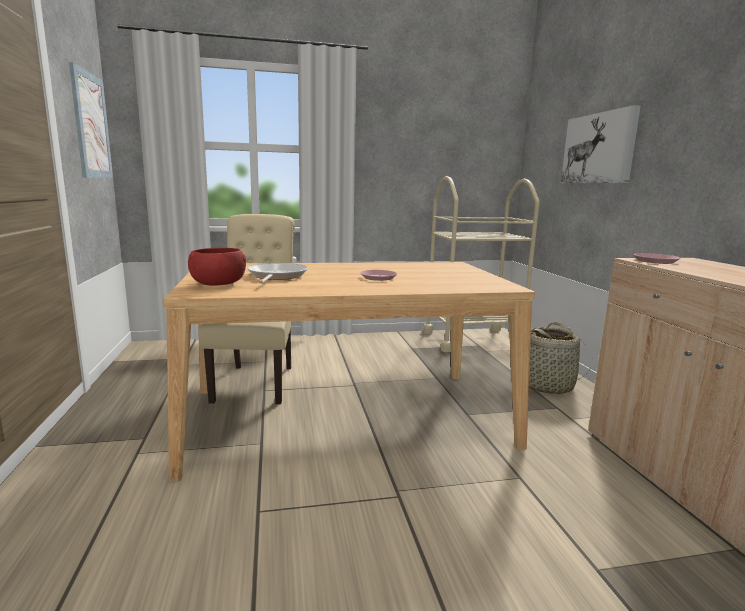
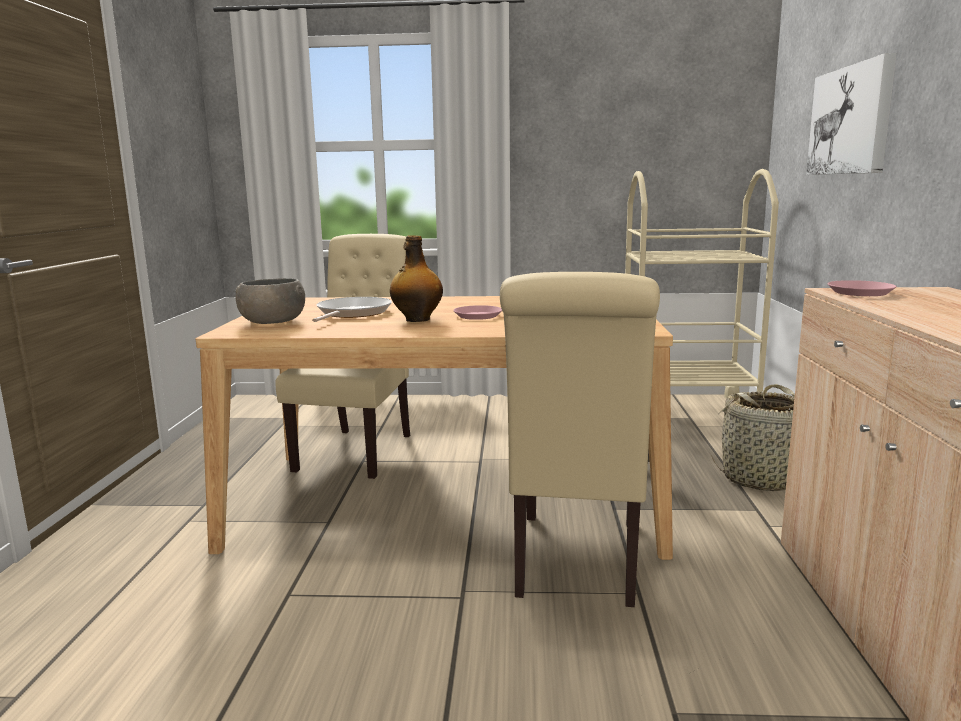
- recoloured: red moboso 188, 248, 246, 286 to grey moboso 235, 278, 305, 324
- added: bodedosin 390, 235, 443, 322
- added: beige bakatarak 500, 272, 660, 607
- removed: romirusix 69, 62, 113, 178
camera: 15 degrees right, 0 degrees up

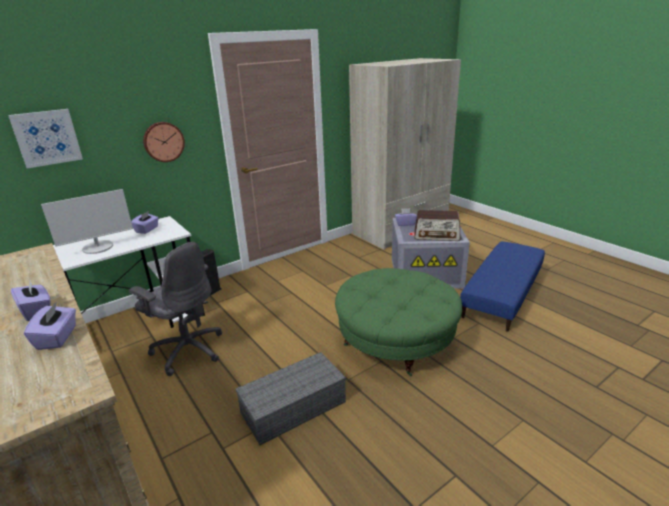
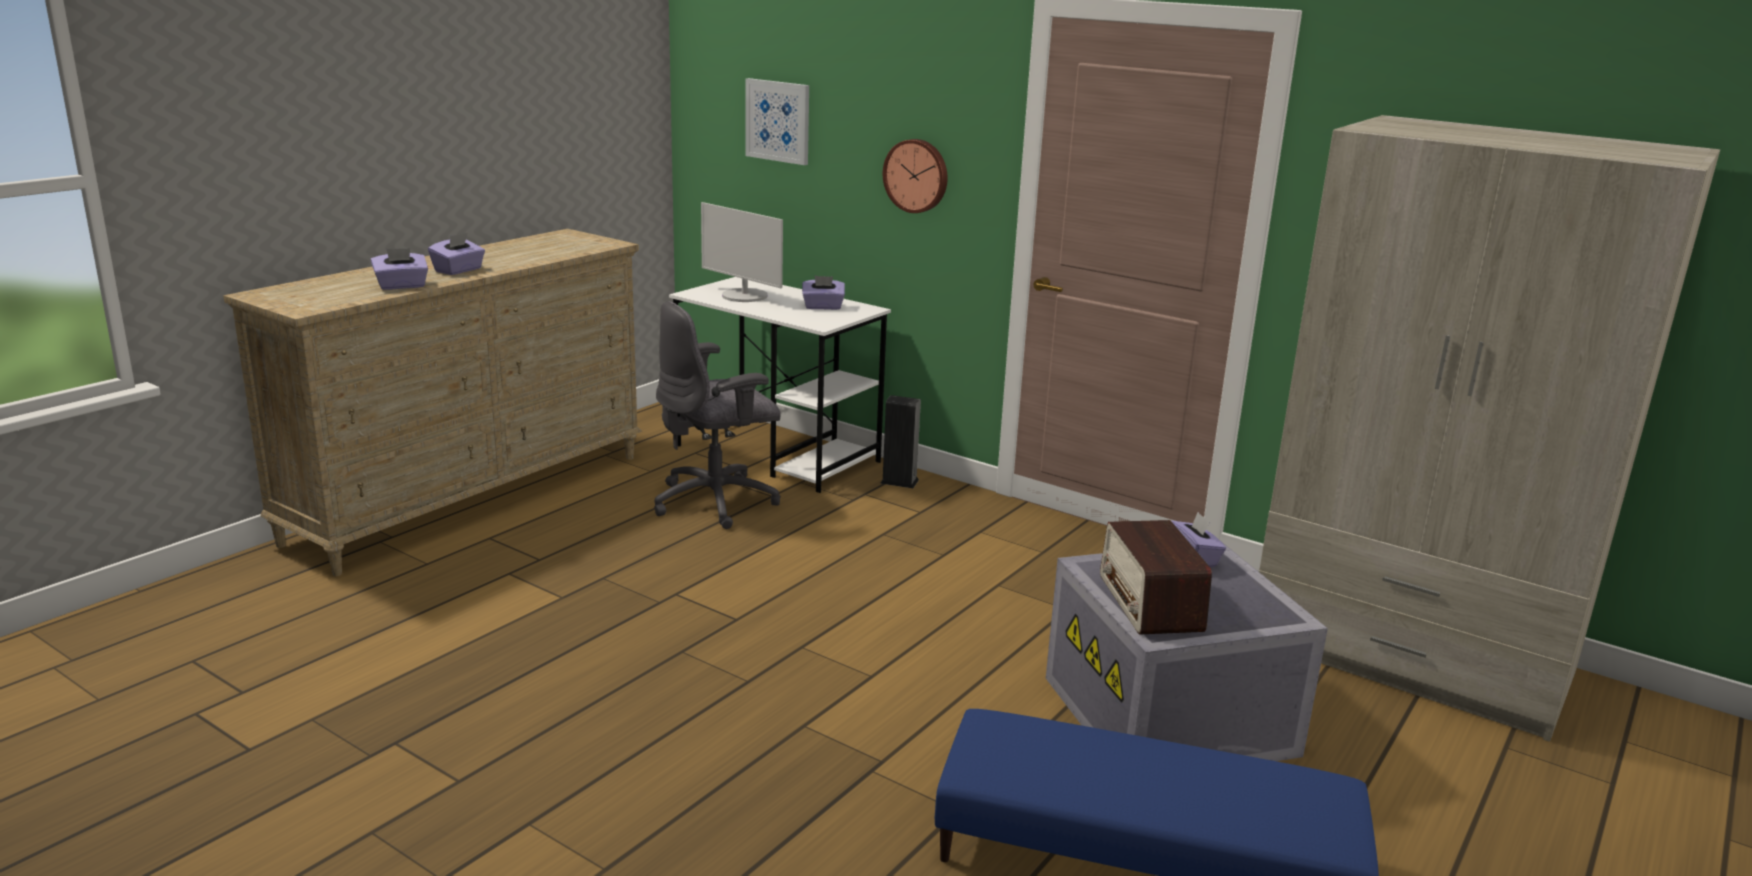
- turned: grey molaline 129, 242, 222, 376 = 654, 301, 781, 529 45 degrees clockwise
- removed: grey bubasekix 236, 352, 346, 445
- removed: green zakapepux 335, 268, 462, 376
camera: 70 degrees right, 5 degrees down

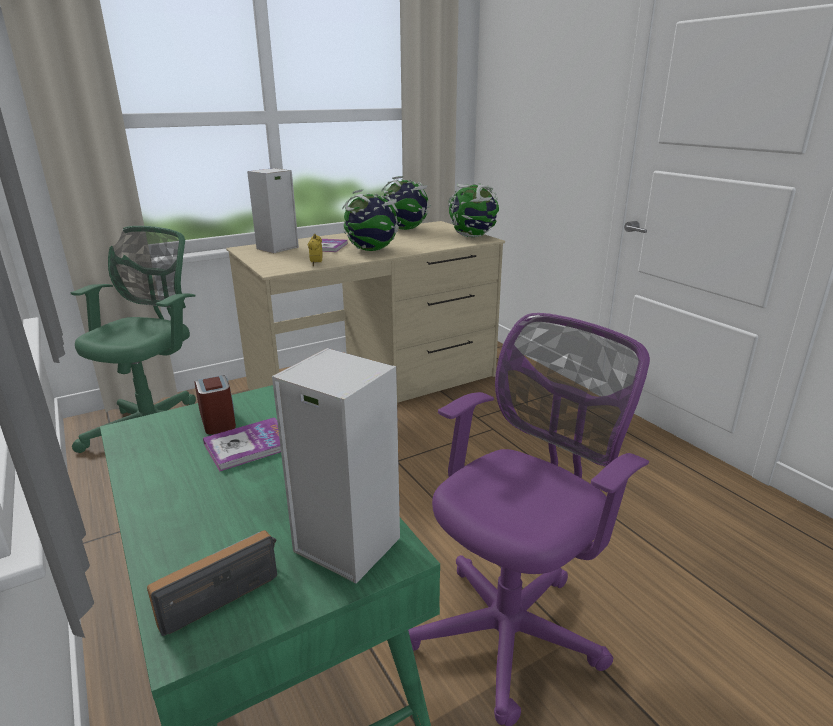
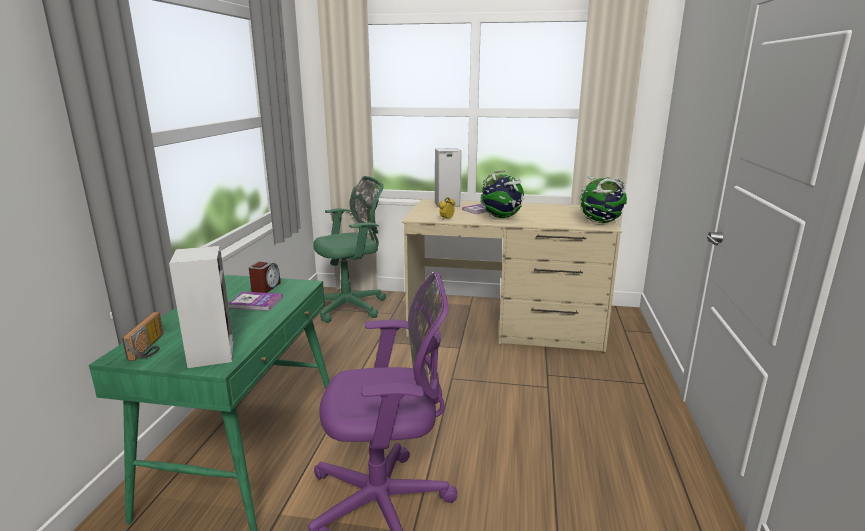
- turned: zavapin 147, 530, 277, 636 = 122, 312, 164, 361 90 degrees clockwise
- removed: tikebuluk 381, 176, 431, 230
camera: 40 degrees right, 5 degrees down

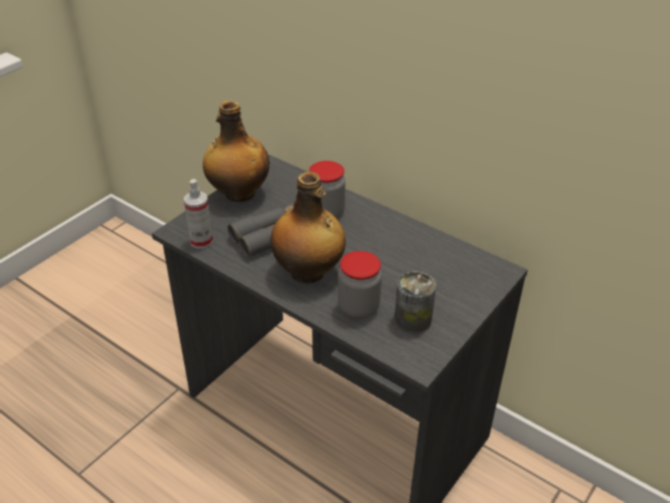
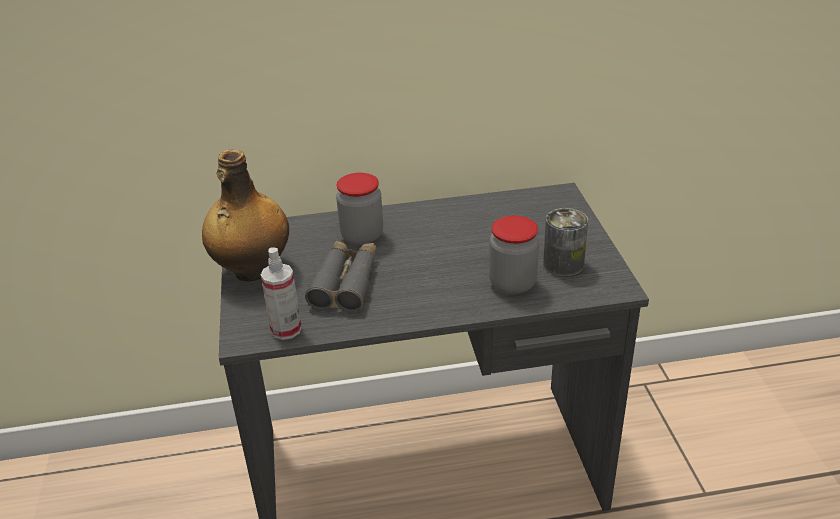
- removed: bodedosin 270, 172, 346, 284
camera: 45 degrees left, 5 degrees down

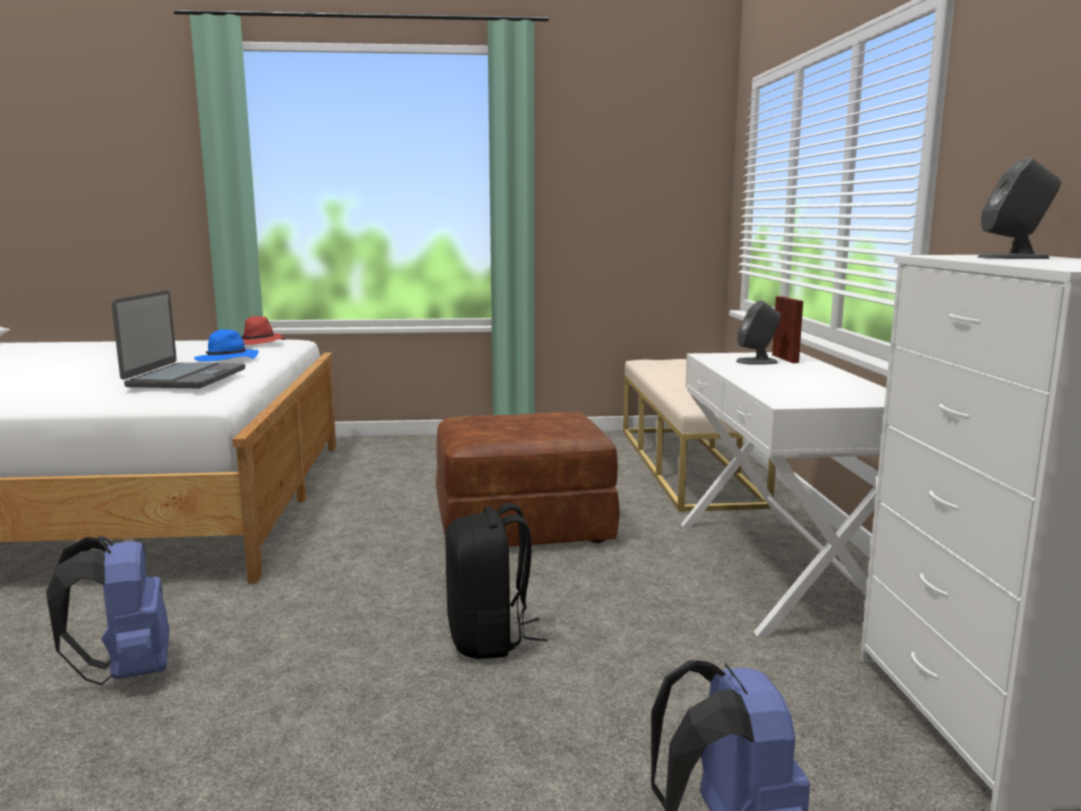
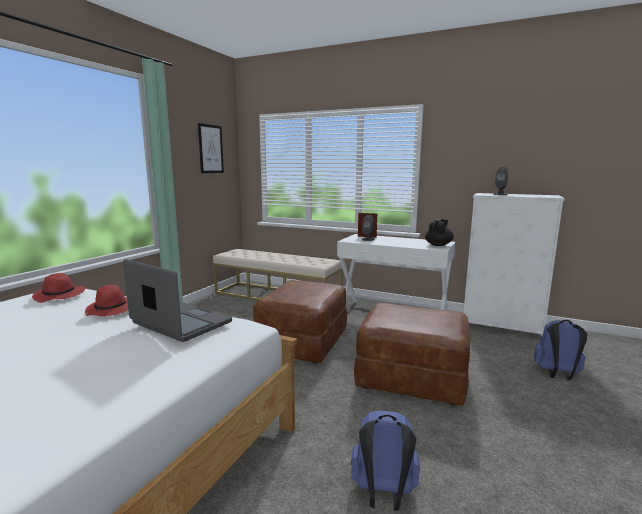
- recoloured: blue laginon 194, 329, 259, 362 to red laginon 85, 285, 128, 316
- added: romirusix 198, 123, 224, 173
- replaced: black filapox 445, 503, 547, 659 to brown zakapepux 354, 303, 470, 406
- added: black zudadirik 425, 219, 454, 246
camera: 60 degrees left, 0 degrees up

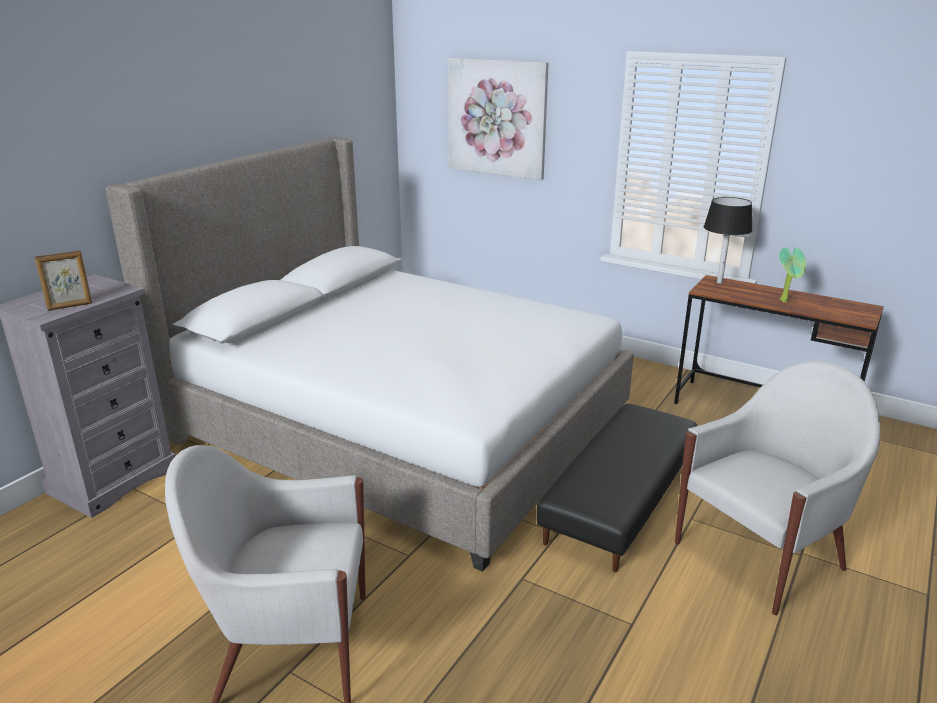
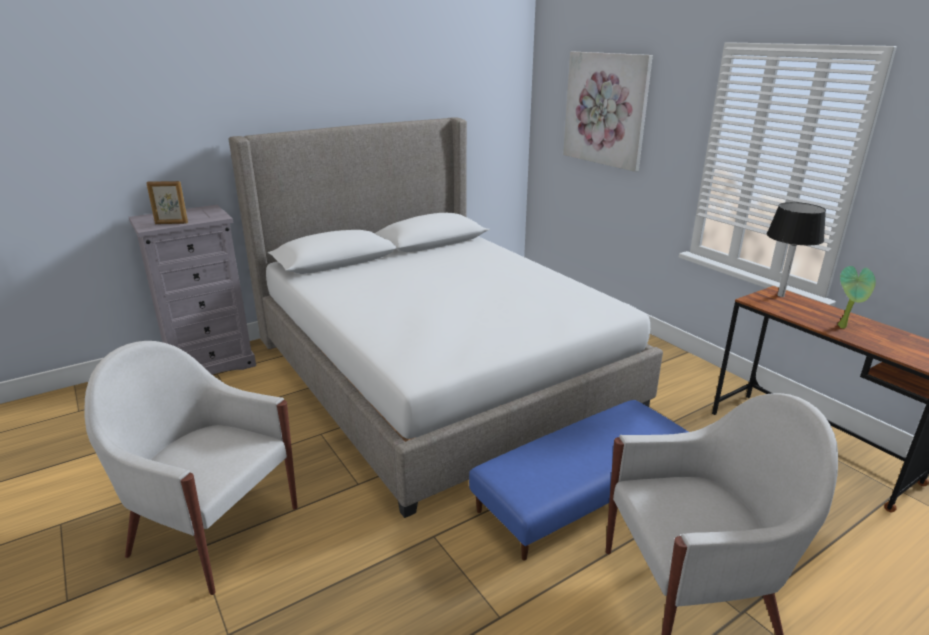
- recoloured: black zakapepux 537, 404, 698, 572 to blue zakapepux 469, 400, 688, 561
camera: 25 degrees right, 0 degrees up

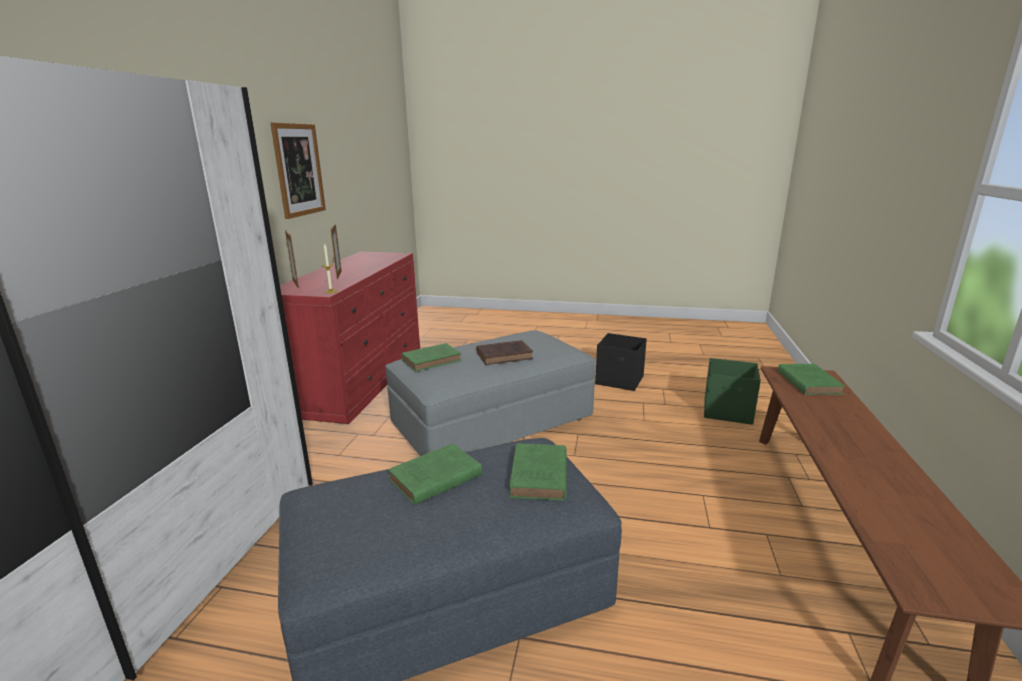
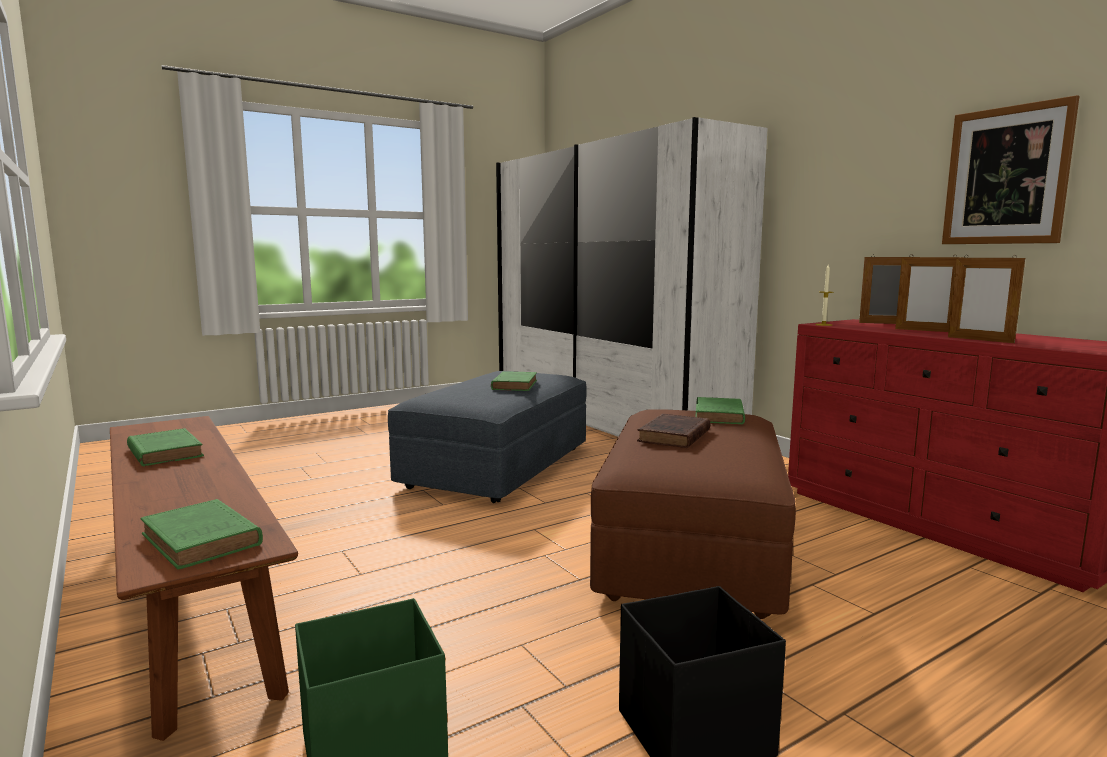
- moved: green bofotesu 509, 444, 567, 501 to 127, 428, 204, 466
- recoloured: grey zakapepux 386, 330, 596, 456 to brown zakapepux 590, 409, 796, 619
- added: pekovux 948, 255, 1025, 343
camera: 135 degrees right, 10 degrees down

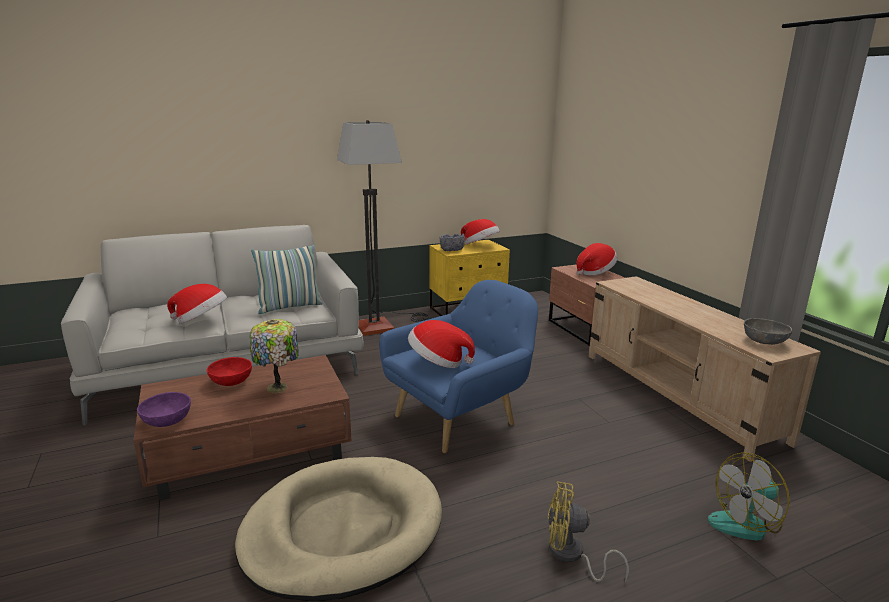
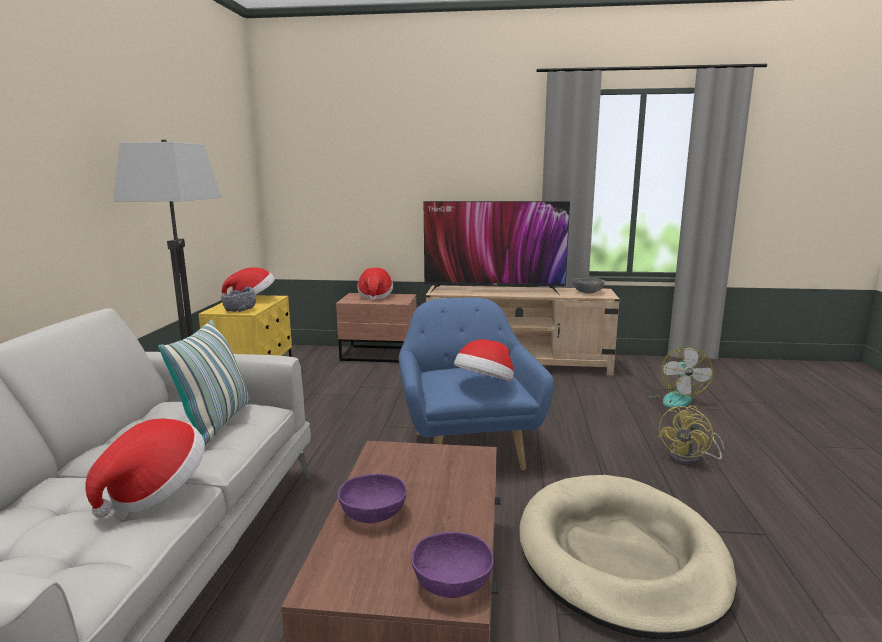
- recoloured: red moboso 207, 357, 252, 386 to purple moboso 338, 474, 407, 523
- added: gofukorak 424, 201, 570, 295
- removed: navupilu 250, 319, 299, 393
camera: 60 degrees left, 5 degrees down

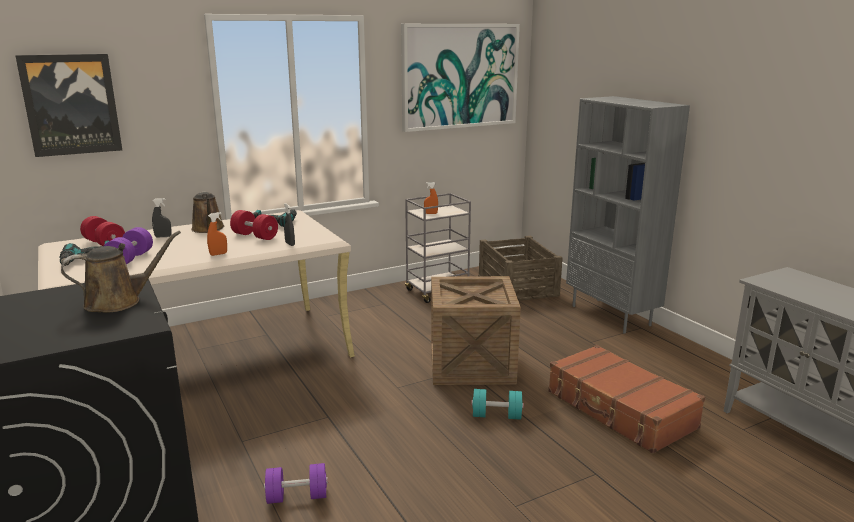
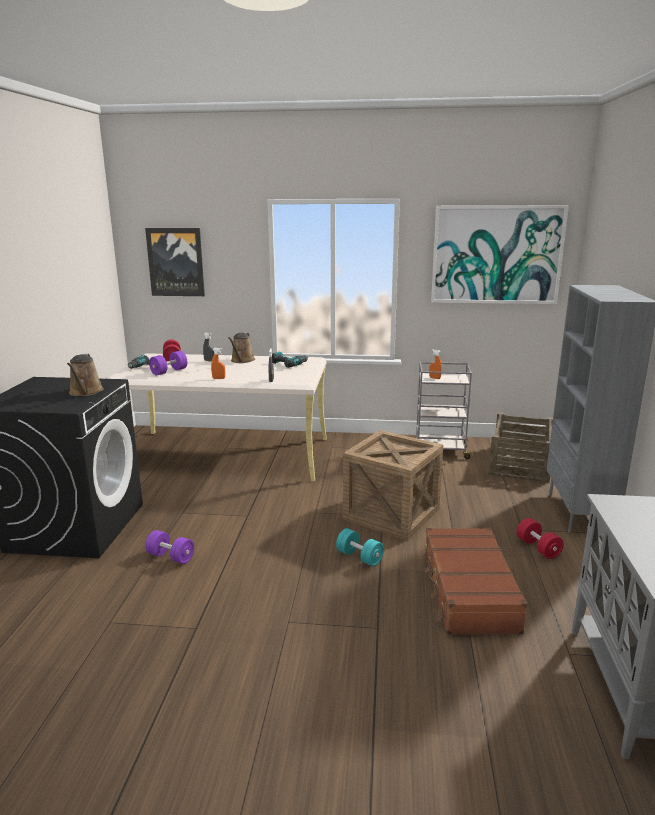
- turned: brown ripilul 61, 231, 181, 313 = 67, 354, 104, 396 75 degrees clockwise
- moved: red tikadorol 230, 210, 278, 240 to 517, 518, 564, 559
camera: 35 degrees right, 0 degrees up

